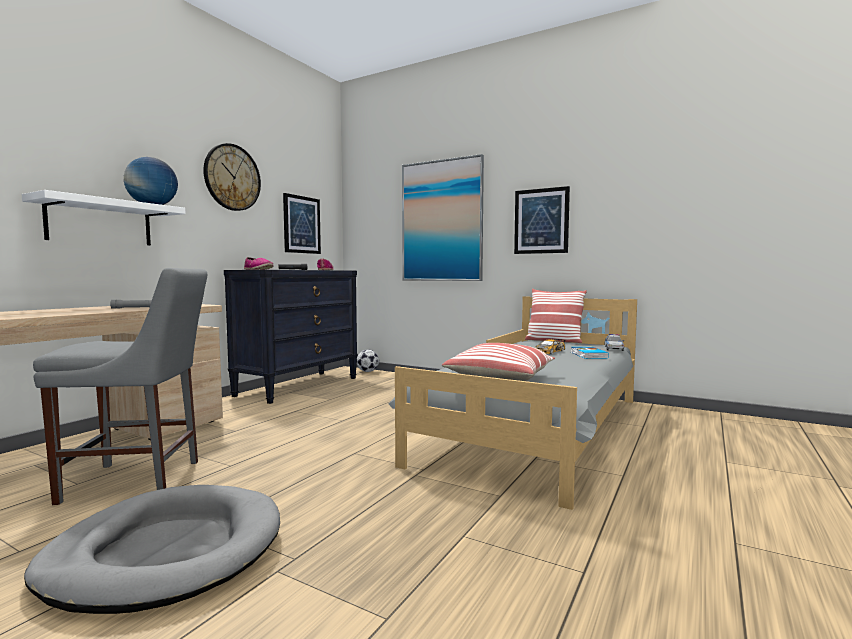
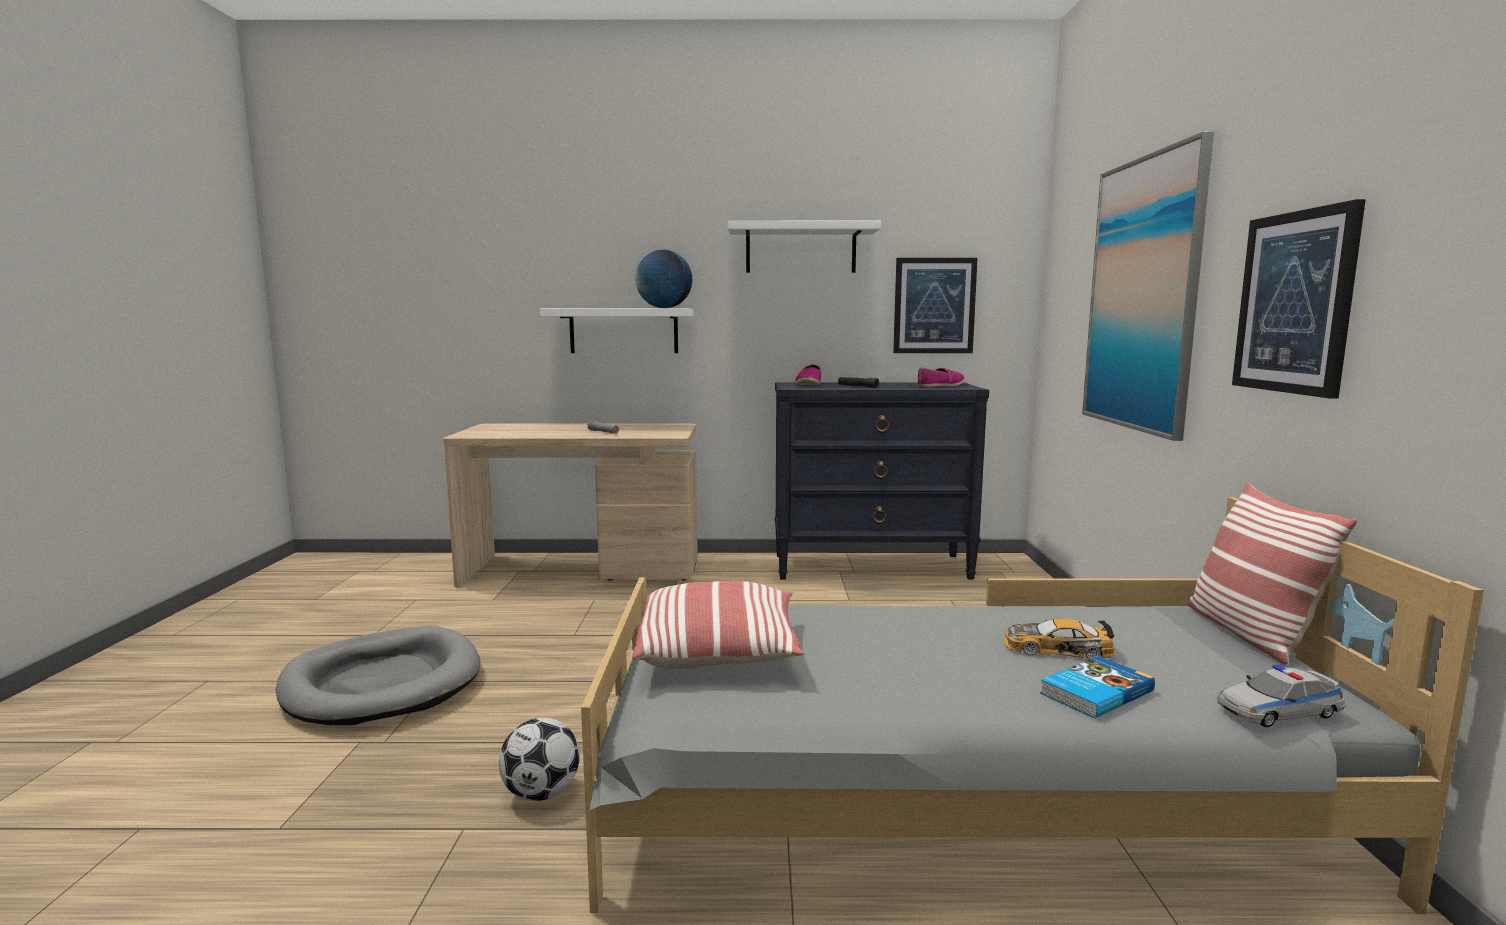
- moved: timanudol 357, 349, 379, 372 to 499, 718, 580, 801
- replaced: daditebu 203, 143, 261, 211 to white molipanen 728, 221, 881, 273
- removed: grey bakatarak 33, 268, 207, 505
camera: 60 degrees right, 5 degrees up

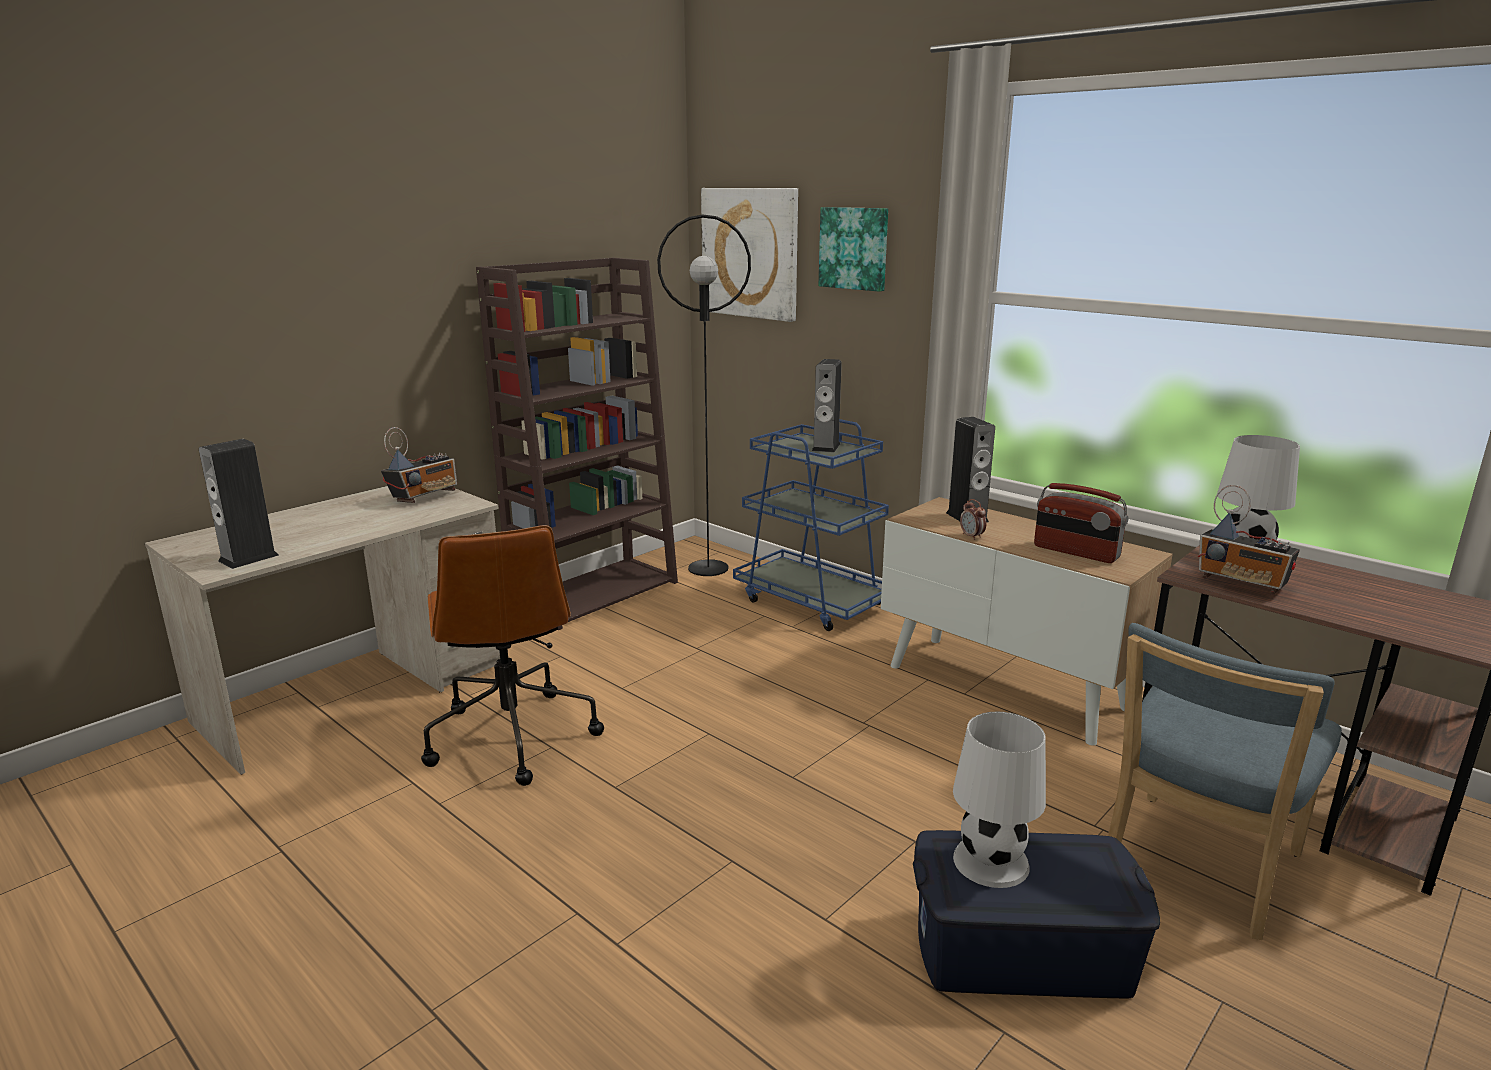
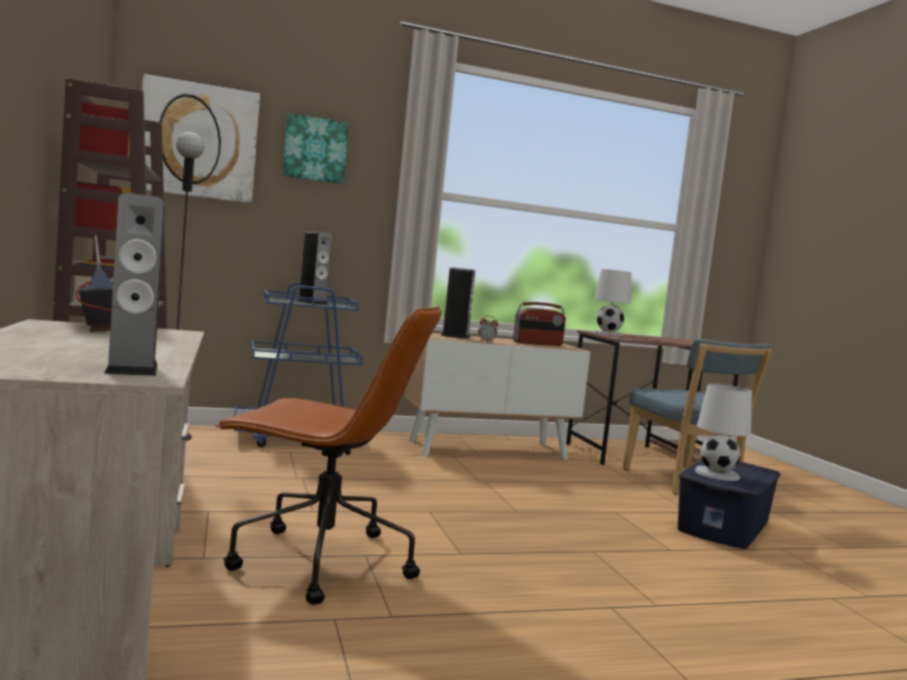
- removed: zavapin 1198, 485, 1300, 595
camera: 60 degrees left, 15 degrees down

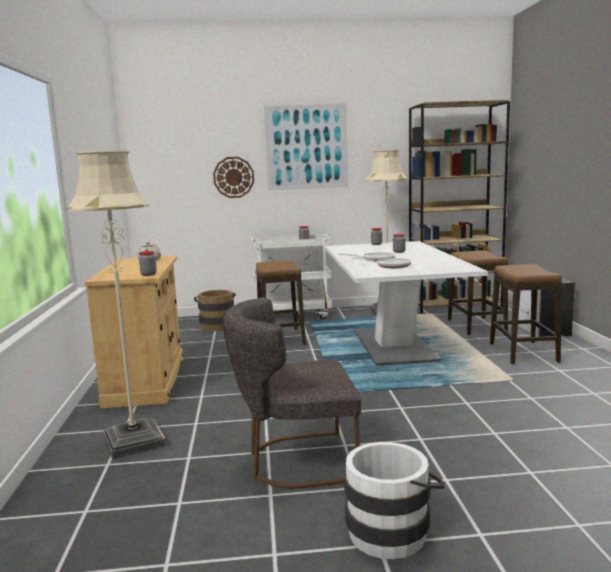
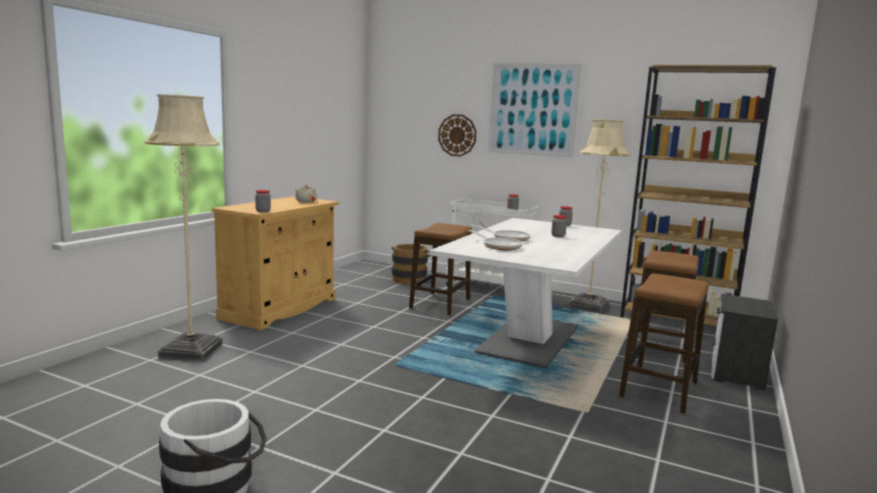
- removed: grey bakatarak 222, 297, 361, 489
camera: 30 degrees right, 0 degrees up

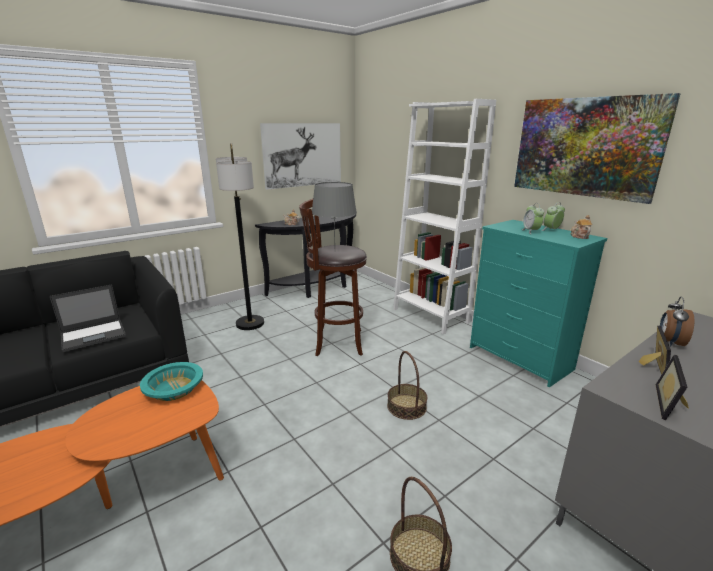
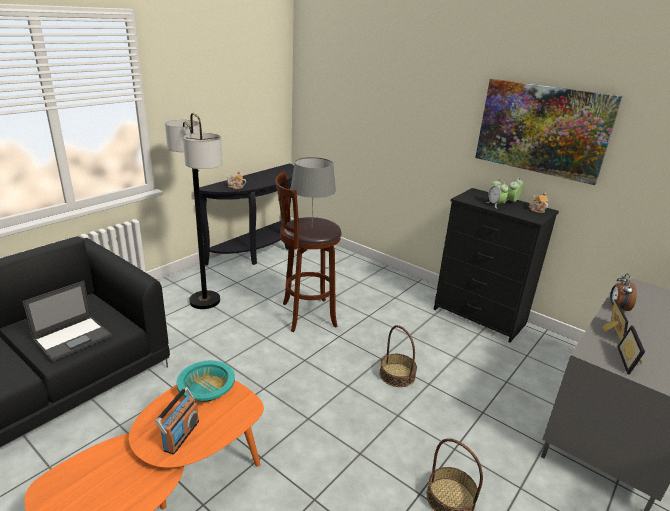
- added: zavapin 155, 387, 199, 454
- recoloured: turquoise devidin 470, 220, 607, 387 to black devidin 433, 188, 559, 342
- removed: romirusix 260, 123, 341, 190
- removed: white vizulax 393, 99, 496, 334
camera: 15 degrees left, 5 degrees up

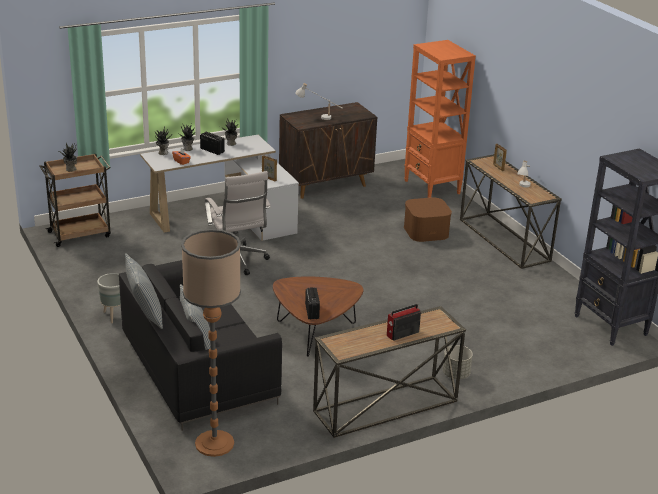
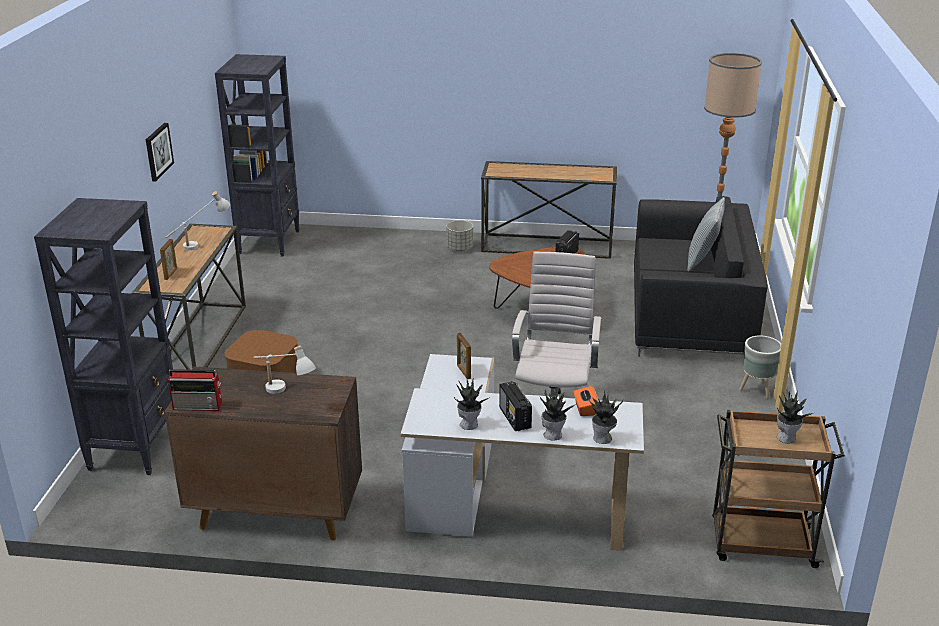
- recoloured: orange vizulax 404, 40, 476, 198 to black vizulax 34, 198, 173, 475
- added: romirusix 146, 122, 174, 181
- moved: zavapin 387, 304, 421, 341 to 168, 369, 222, 411
- removed: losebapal 125, 253, 163, 329
camera: 145 degrees left, 0 degrees up

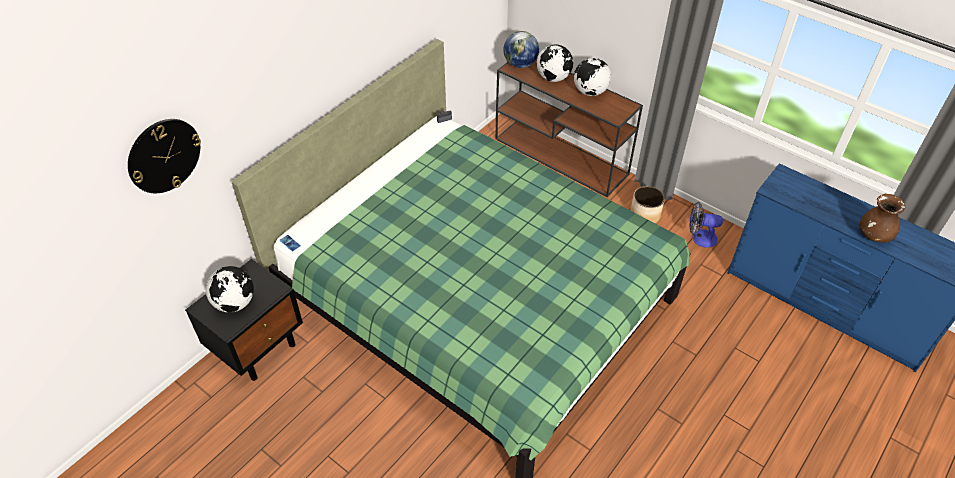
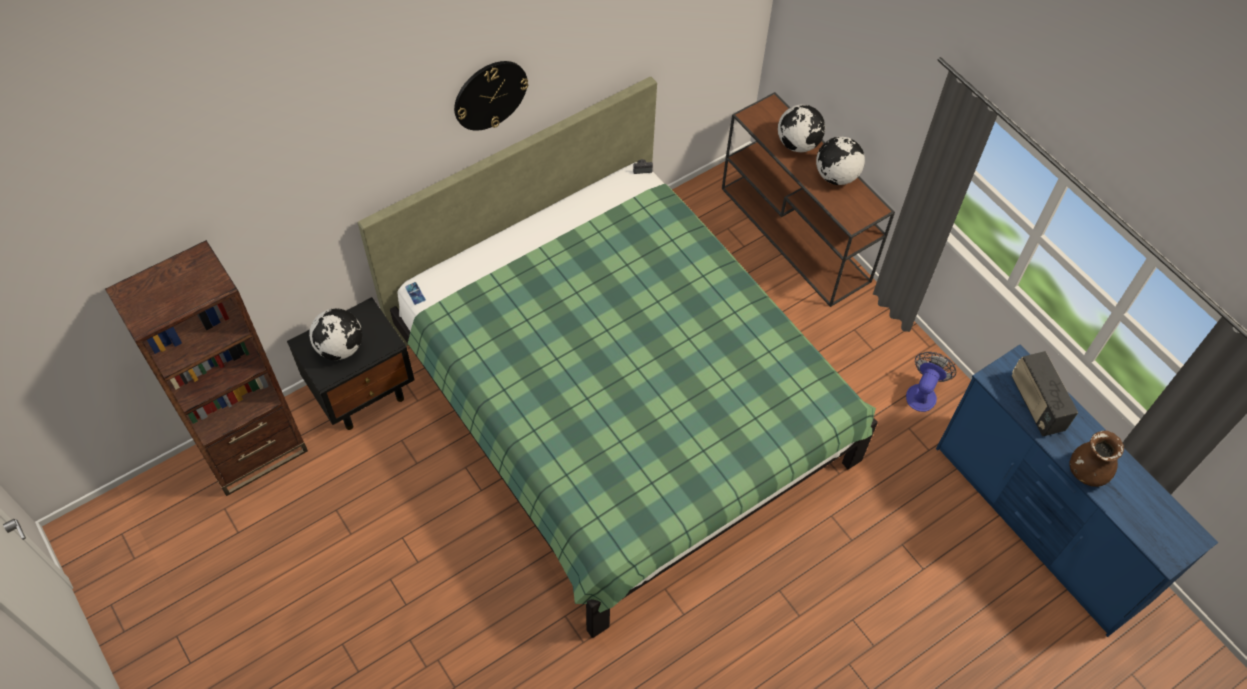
- added: brown vizulax 105, 240, 308, 496
- moved: daditebu 128, 119, 201, 193 to 454, 61, 528, 131
- turned: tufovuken 690, 202, 723, 248 = 906, 352, 956, 412 90 degrees clockwise
- added: zavapin 1012, 351, 1078, 436
- removed: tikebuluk 503, 31, 539, 68
- removed: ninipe 630, 186, 665, 223
camera: 15 degrees right, 10 degrees up

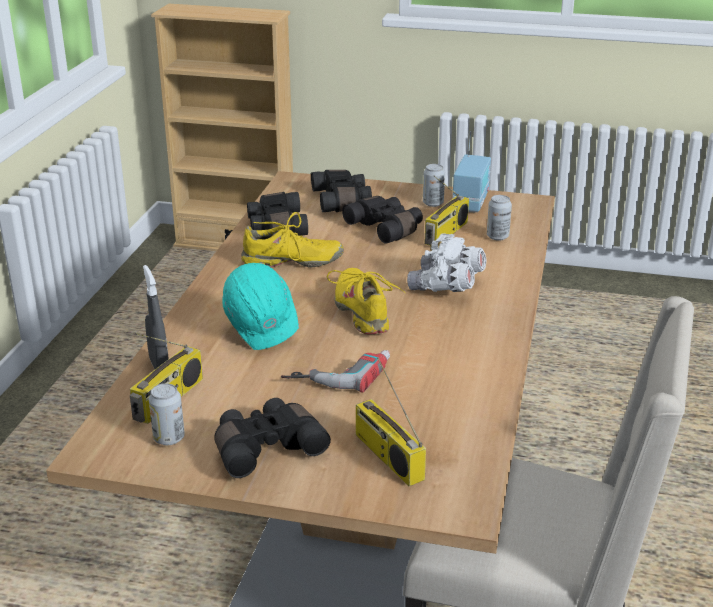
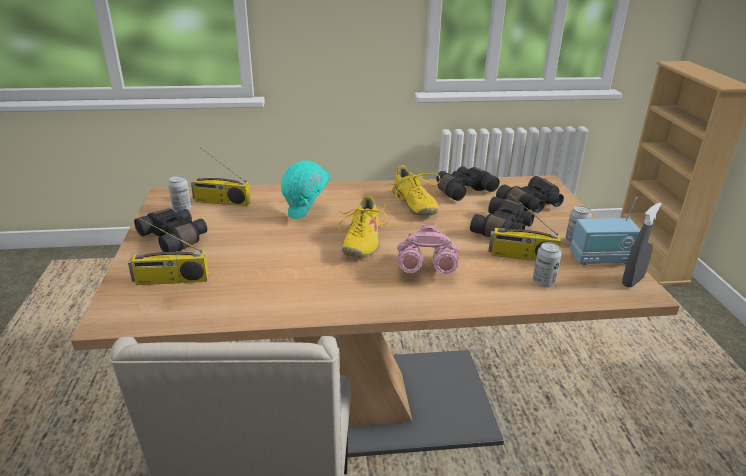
- turned: zavapin 356, 357, 426, 486 = 128, 217, 209, 285 135 degrees counterclockwise
- turned: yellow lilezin 327, 268, 405, 334 = 338, 195, 388, 257 135 degrees clockwise
- recoloured: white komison 407, 234, 487, 292 to pink komison 397, 224, 459, 275
- moved: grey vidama 143, 265, 169, 369 to 622, 202, 662, 288
- removed: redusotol 281, 350, 390, 393
camera: 70 degrees right, 0 degrees up

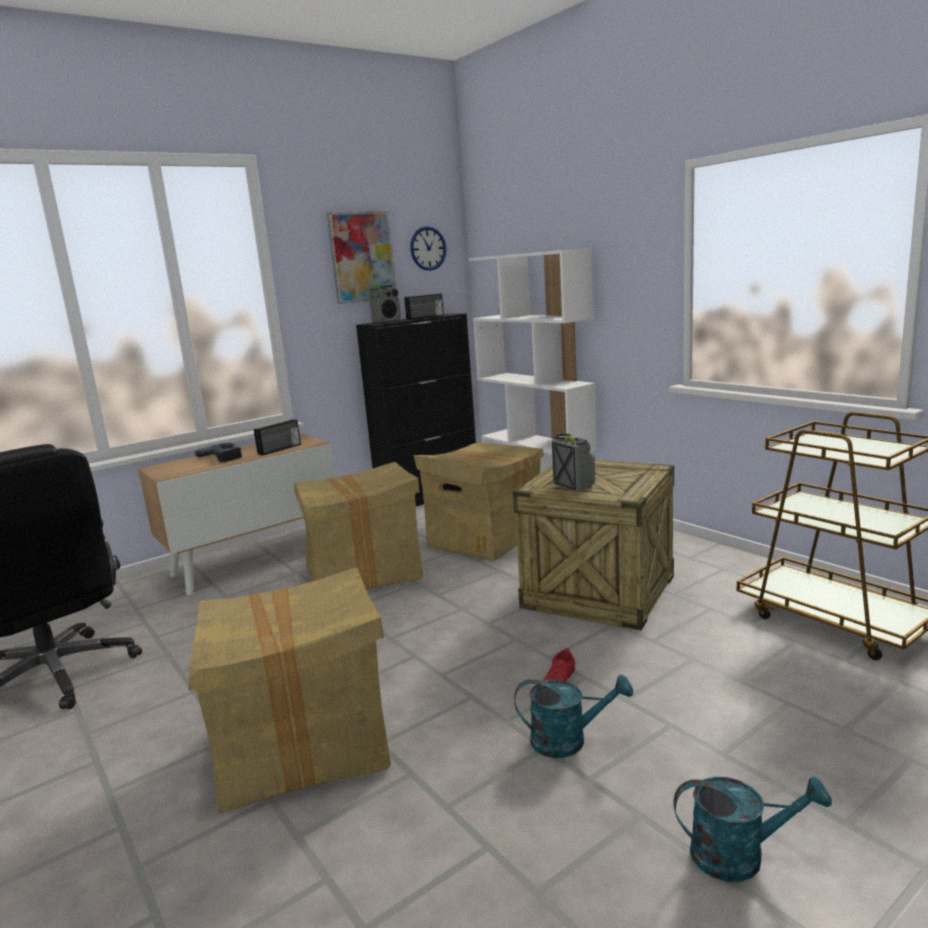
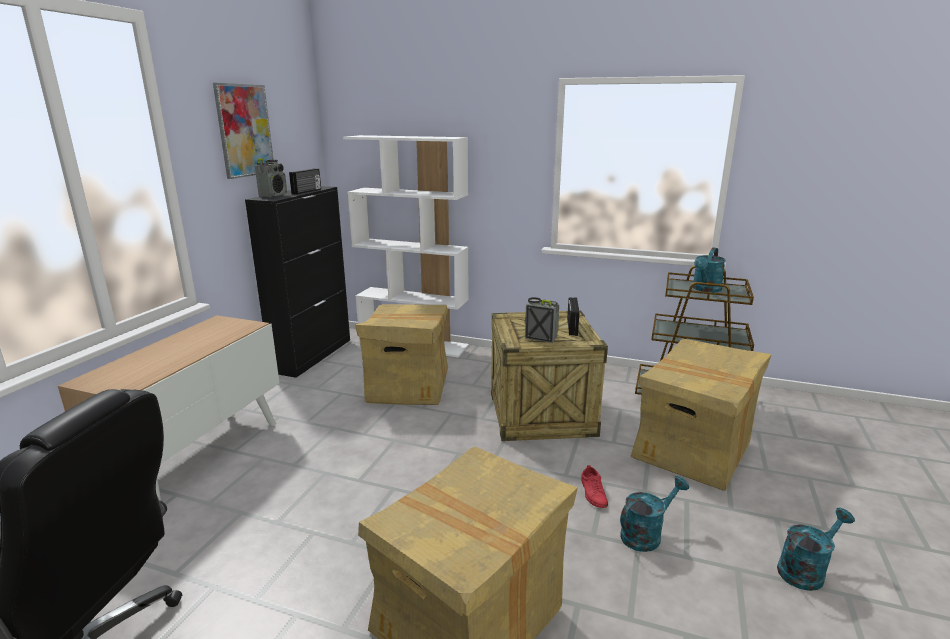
- moved: zavapin 254, 419, 301, 456 to 567, 298, 579, 336
- moved: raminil 294, 462, 423, 589 to 630, 339, 772, 491
- added: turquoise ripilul 693, 248, 726, 292
- removed: redusotol 195, 443, 243, 463
- removed: daditebu 410, 226, 447, 271
camera: 35 degrees left, 5 degrees up

